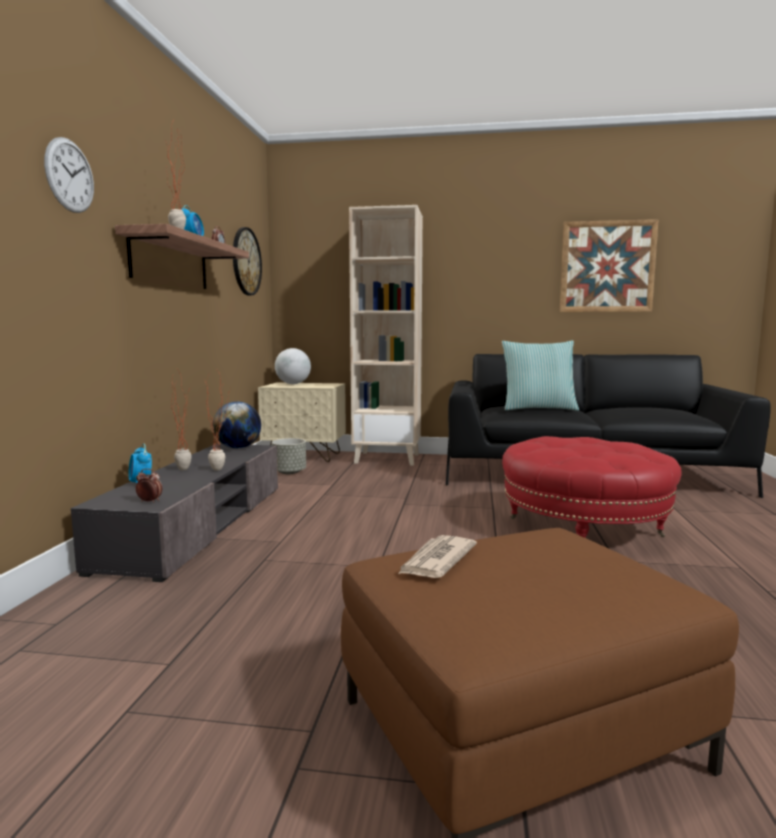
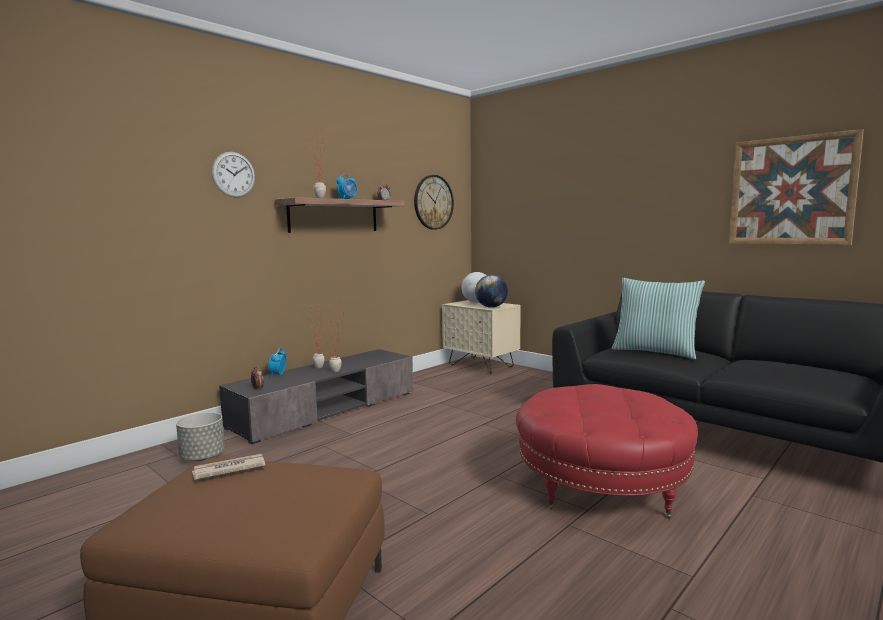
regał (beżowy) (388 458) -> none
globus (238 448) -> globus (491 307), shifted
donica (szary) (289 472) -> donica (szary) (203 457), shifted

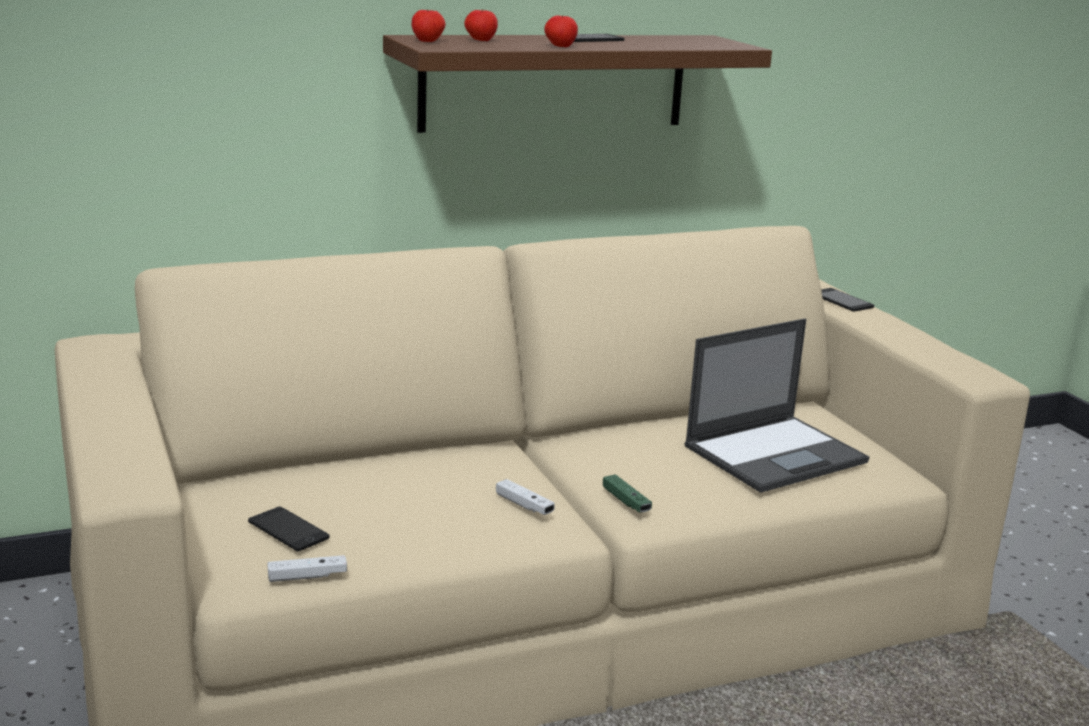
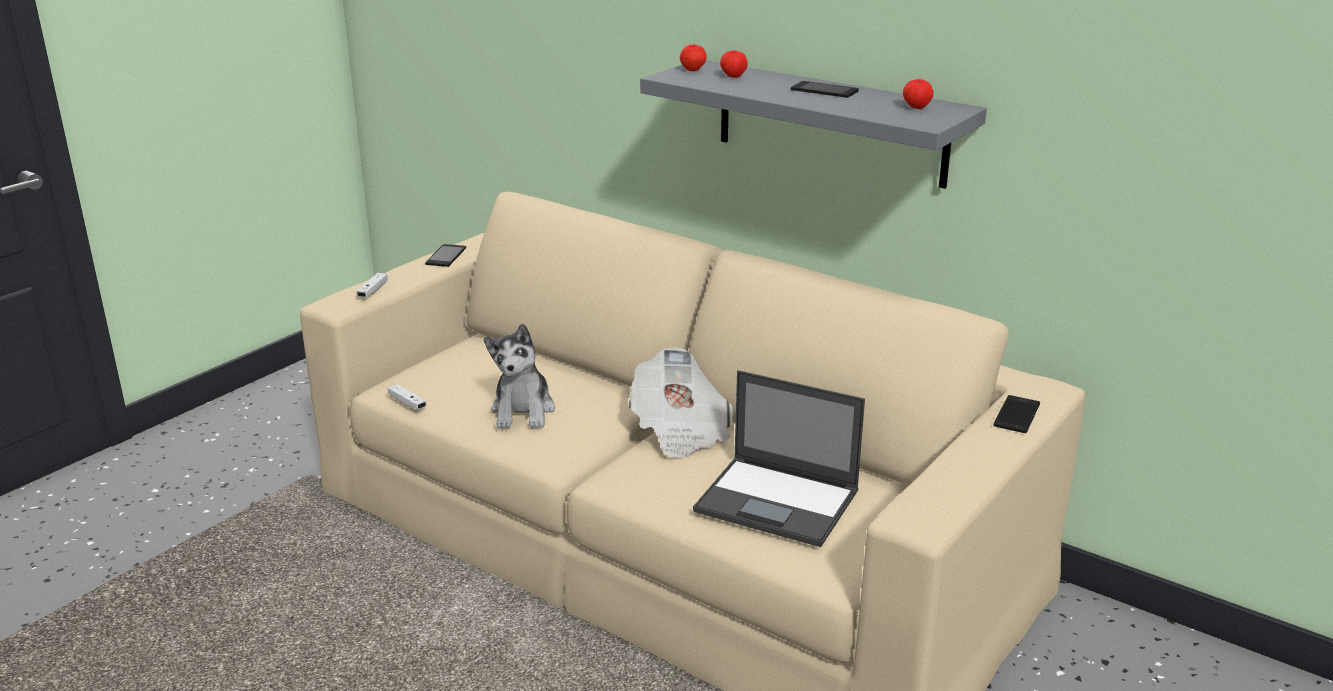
pad do gier (zielony) (626 501) -> none
none -> pluszak (523 411)
none -> gazeta (681 429)
telefon (288 530) -> telefon (446 256), shifted
pad do gier (biały) (524 505) -> pad do gier (biały) (373 291), shifted
jabłko (560 46) -> jabłko (916 107), shifted
półka (brązowy) (554 82) -> półka (szary) (830 122)

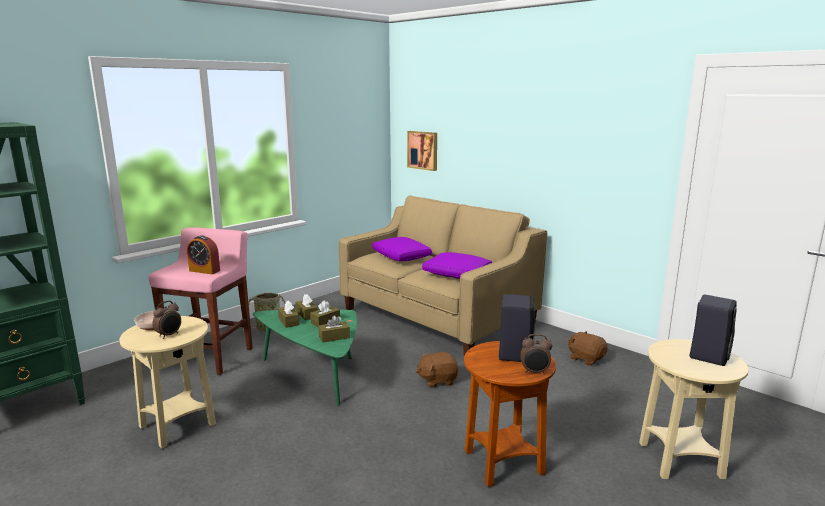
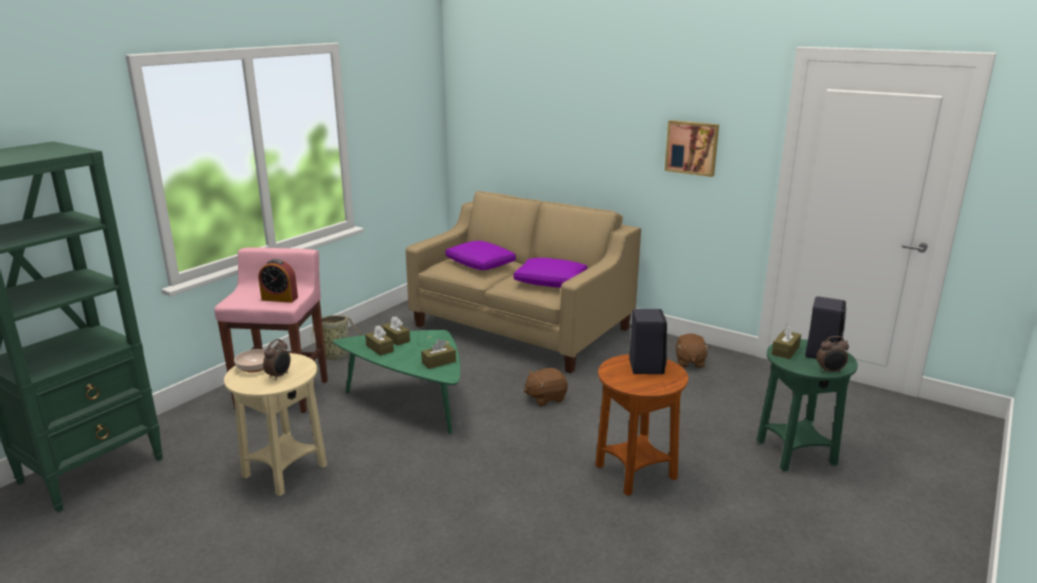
pudełko chusteczek (brązowy) (325 321) -> pudełko chusteczek (brązowy) (785 351), shifted
obraz (423 150) -> obraz (692 147), shifted
budzik (534 372) -> budzik (830 371), shifted
stolik (beżowy) (680 460) -> stolik (zielony) (795 453)
pluszak (brązowy) (586 359) -> pluszak (brązowy) (689 362), 120 degrees counterclockwise

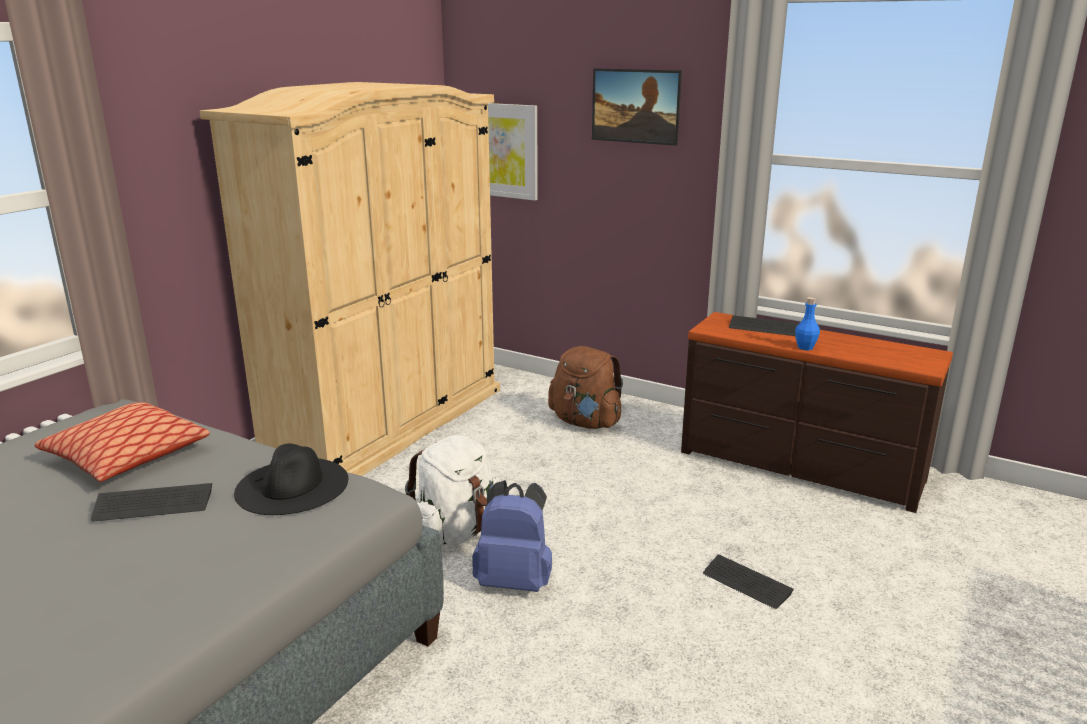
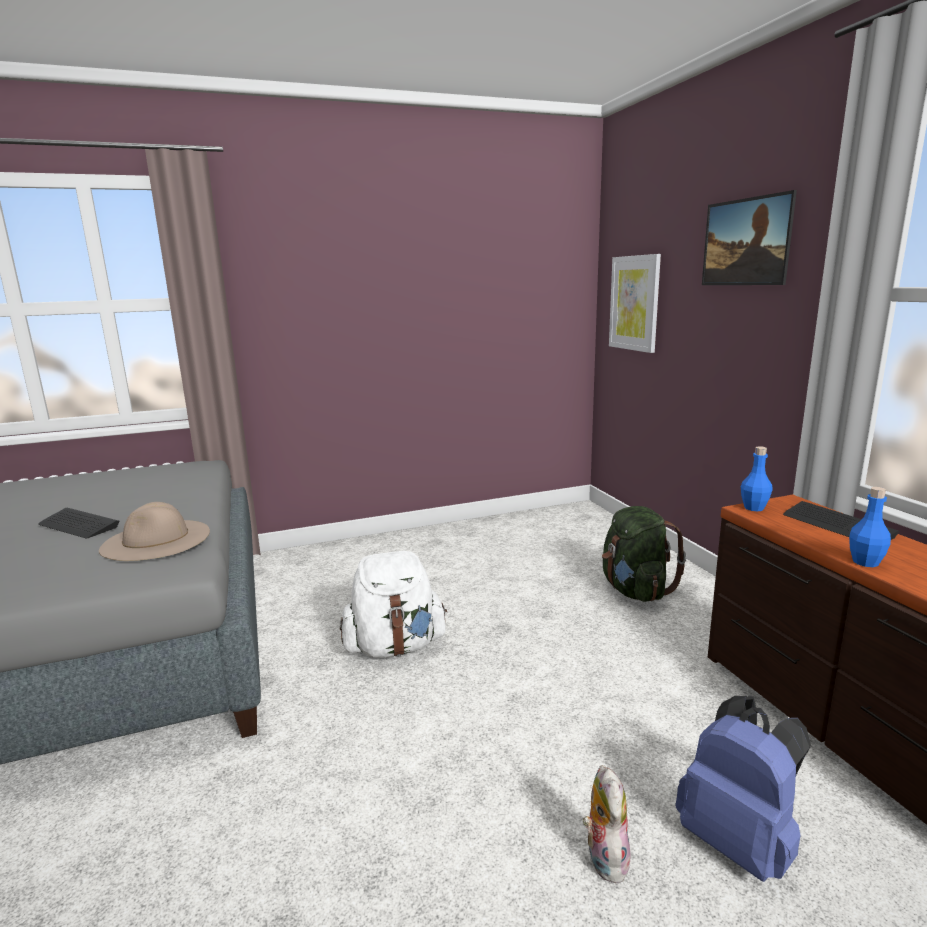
poduszka (128 456) -> none
szafa (beżowy) (387 425) -> none
none -> butelka (niebieski) (754 508)
plecak (niebieski) (515 581) -> plecak (niebieski) (738 841), shifted
klawiatura (746 583) -> pluszak (604 857)
kapelusz (czarny) (292 485) -> kapelusz (beżowy) (156 540)
plecak (brązowy) (585 422) -> plecak (zielony) (635 590)

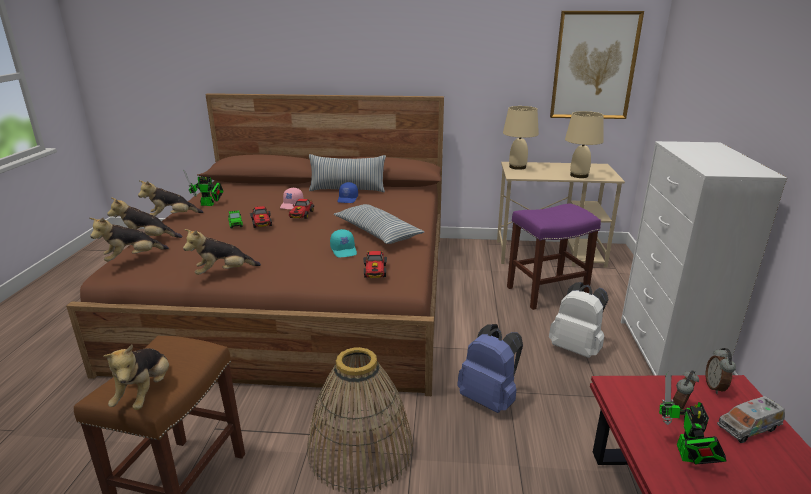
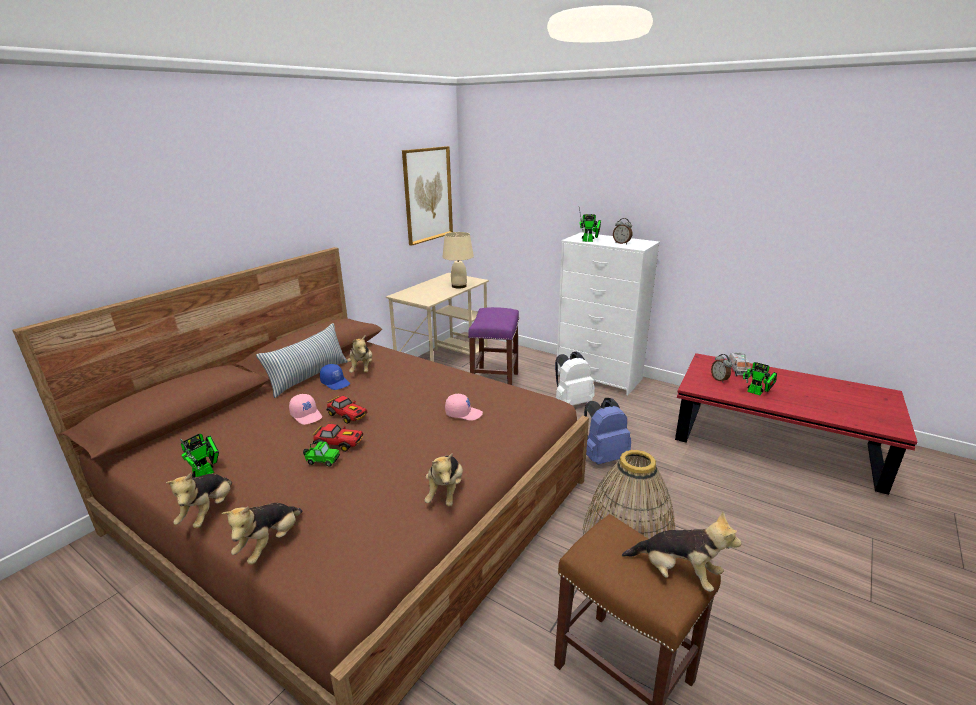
poduszka (377 233) -> none
samochodzik (375 272) -> none
lampa stołowa (beżowy) (517 167) -> none
none -> robot zabawkowy (589 241)
pluszak (132 258) -> pluszak (362 369), shifted
budzik (715 387) -> budzik (621 243), shifted
czapka z daszkiem (turkusowy) (344 250) -> czapka z daszkiem (różowy) (463 413)

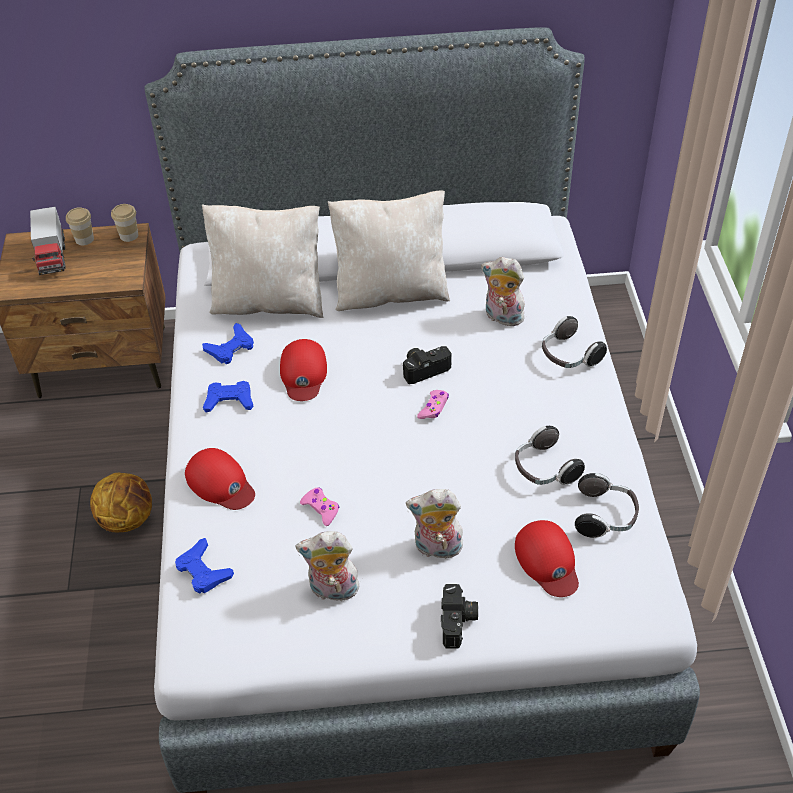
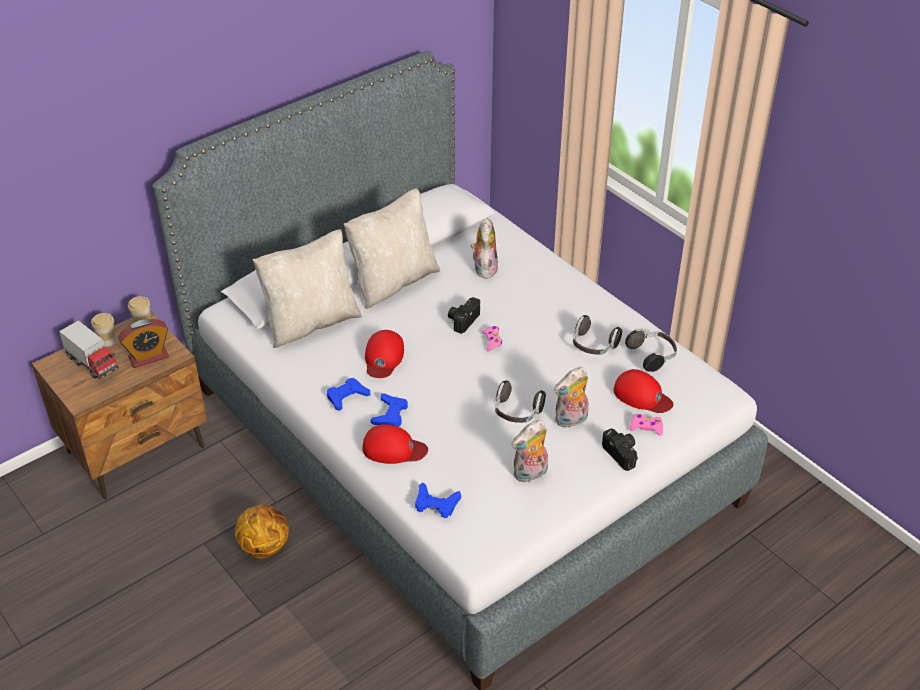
none -> budzik (148 357)
pad do gier (niebieski) (230 348) -> pad do gier (niebieski) (390 414), shifted
pad do gier (różowy) (321 509) -> pad do gier (różowy) (646 427), shifted
słuchawki (569 356) -> słuchawki (517 413), shifted
czapka z daszkiem (czerwony) (303 374) -> czapka z daszkiem (czerwony) (383 357), 45 degrees clockwise
pluszak (502 318) -> pluszak (484 268), 105 degrees clockwise

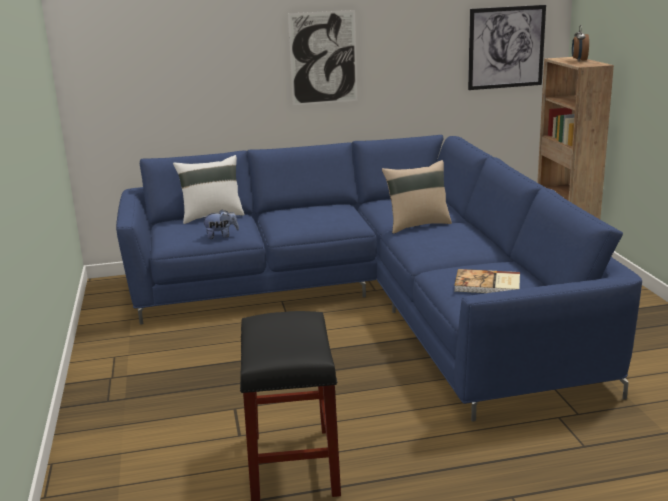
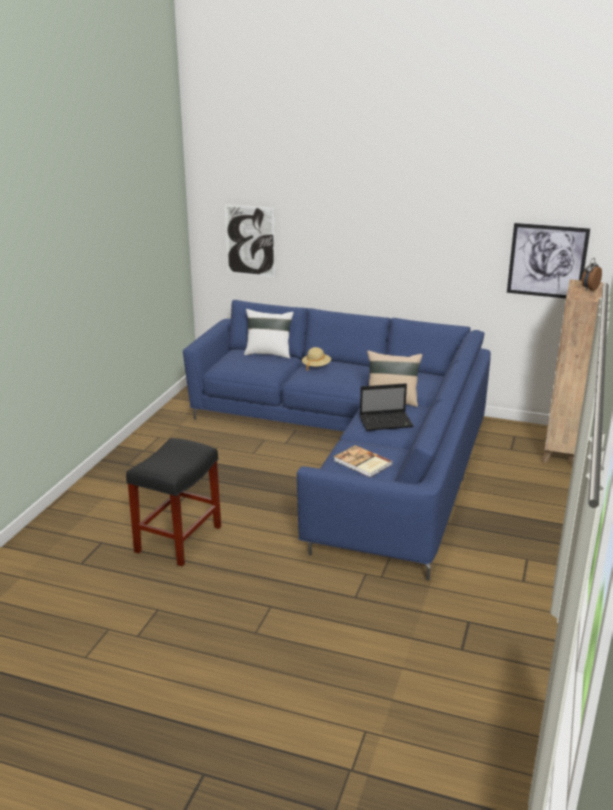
pluszak (221 236) -> none
none -> kapelusz (beżowy) (316 366)
none -> laptop (387 422)
obraz (323 58) -> obraz (250 241), shifted

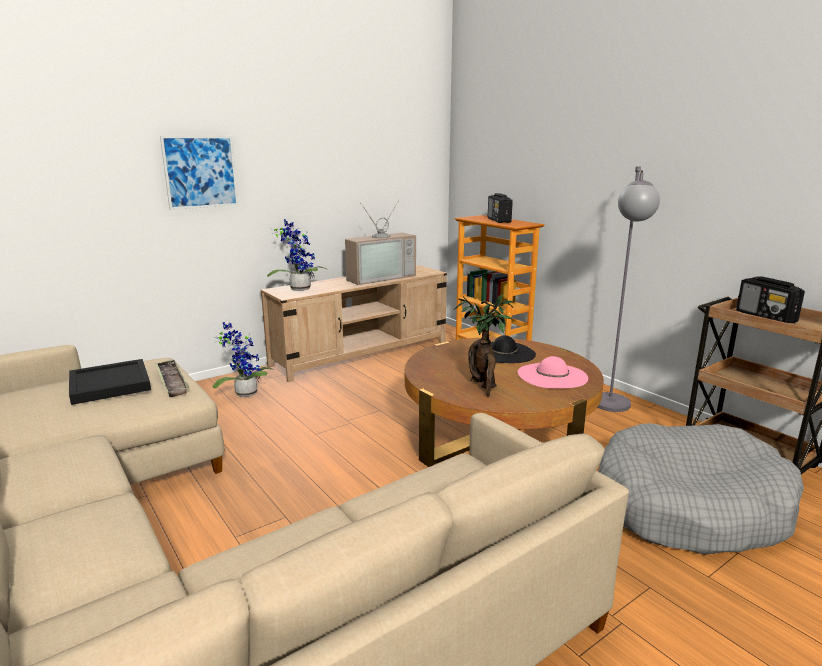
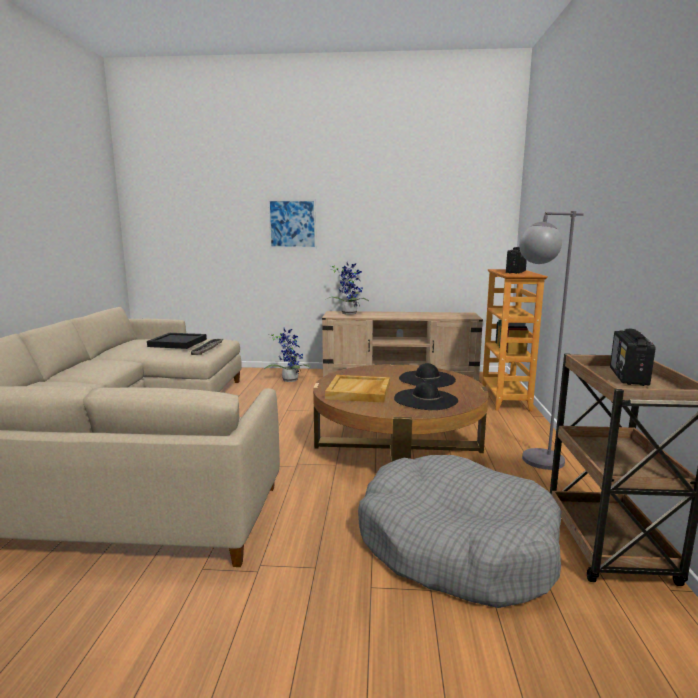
telewizor (379 277) -> none
roślina doniczkowa (483 386) -> taca (beżowy) (359 391)
kapelusz (różowy) (552 375) -> kapelusz (czarny) (425 399)

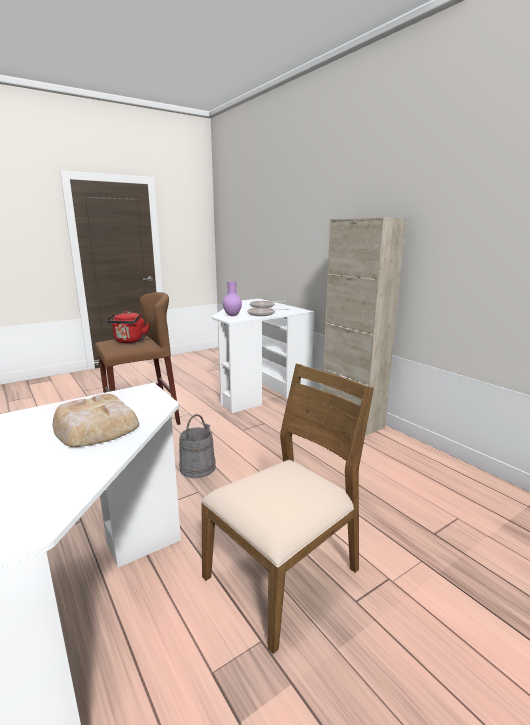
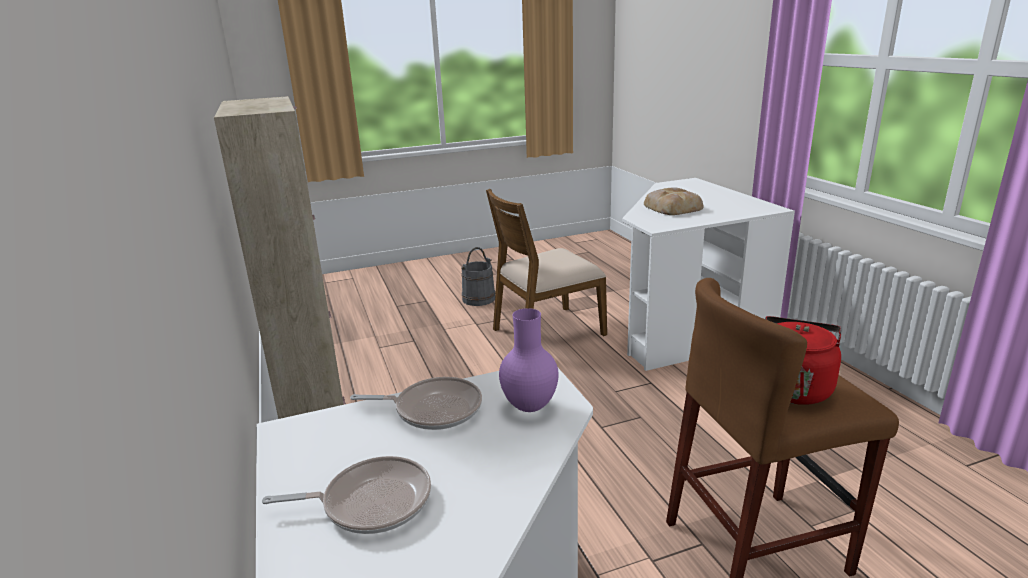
wiadro (szary) (197 468) -> wiadro (szary) (479 299), shifted

